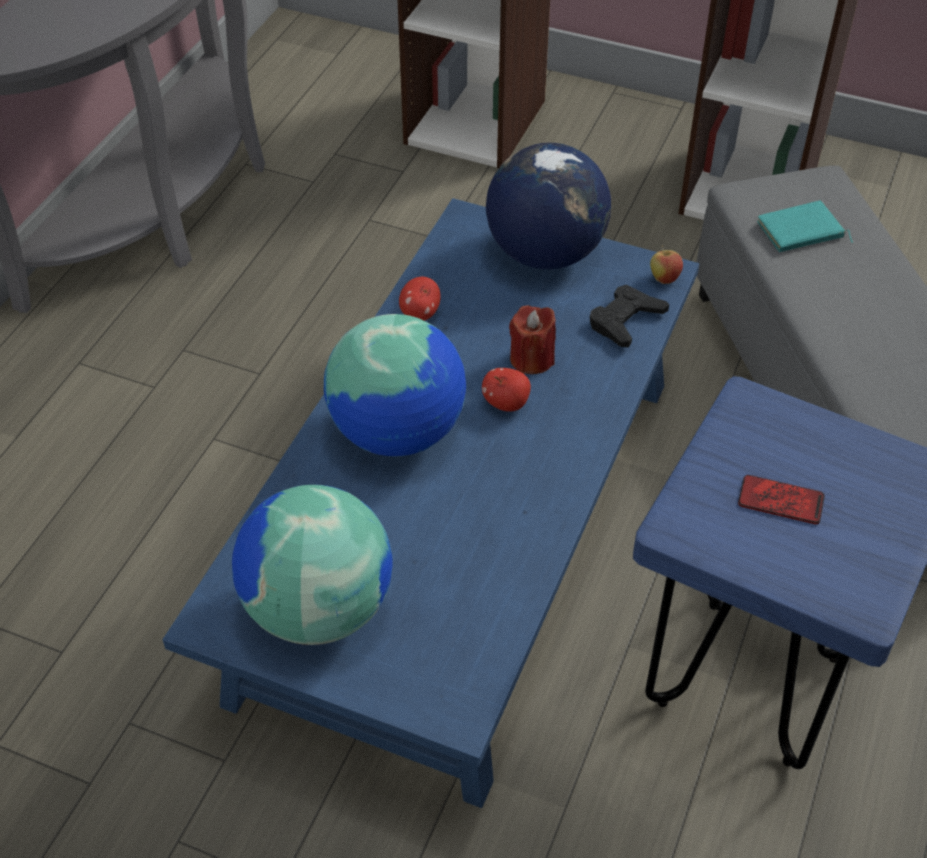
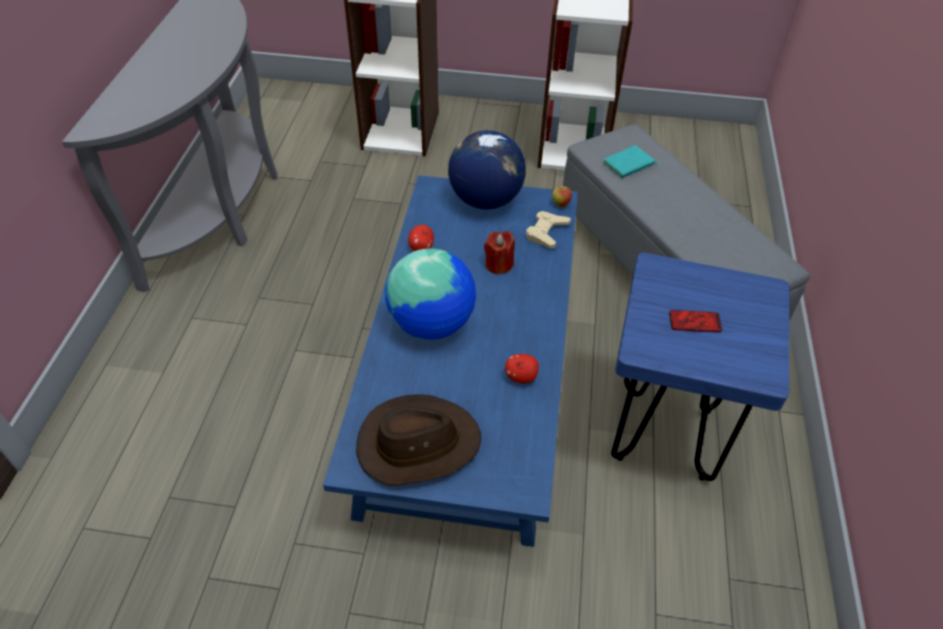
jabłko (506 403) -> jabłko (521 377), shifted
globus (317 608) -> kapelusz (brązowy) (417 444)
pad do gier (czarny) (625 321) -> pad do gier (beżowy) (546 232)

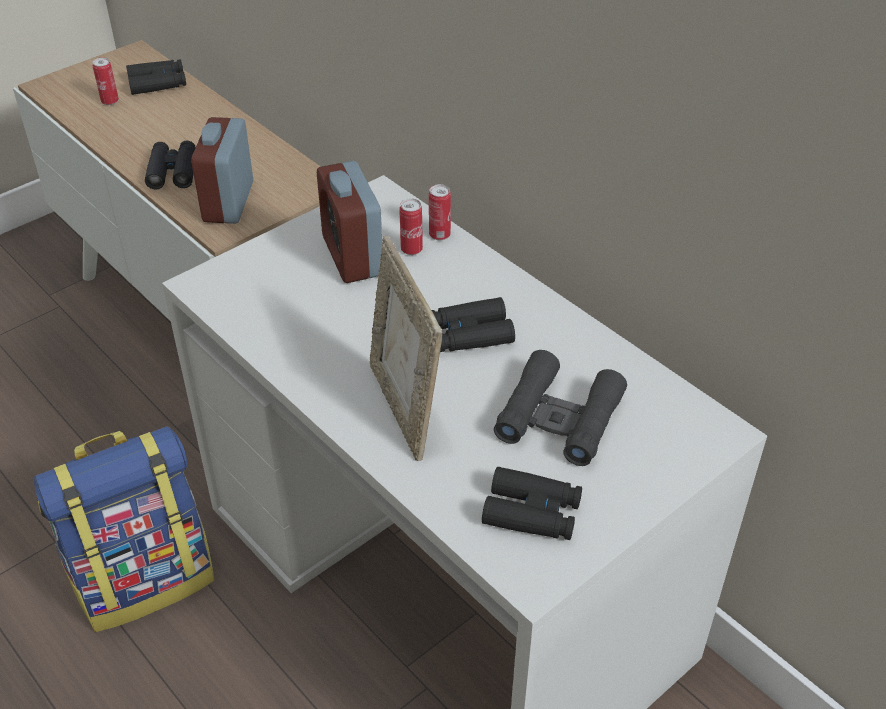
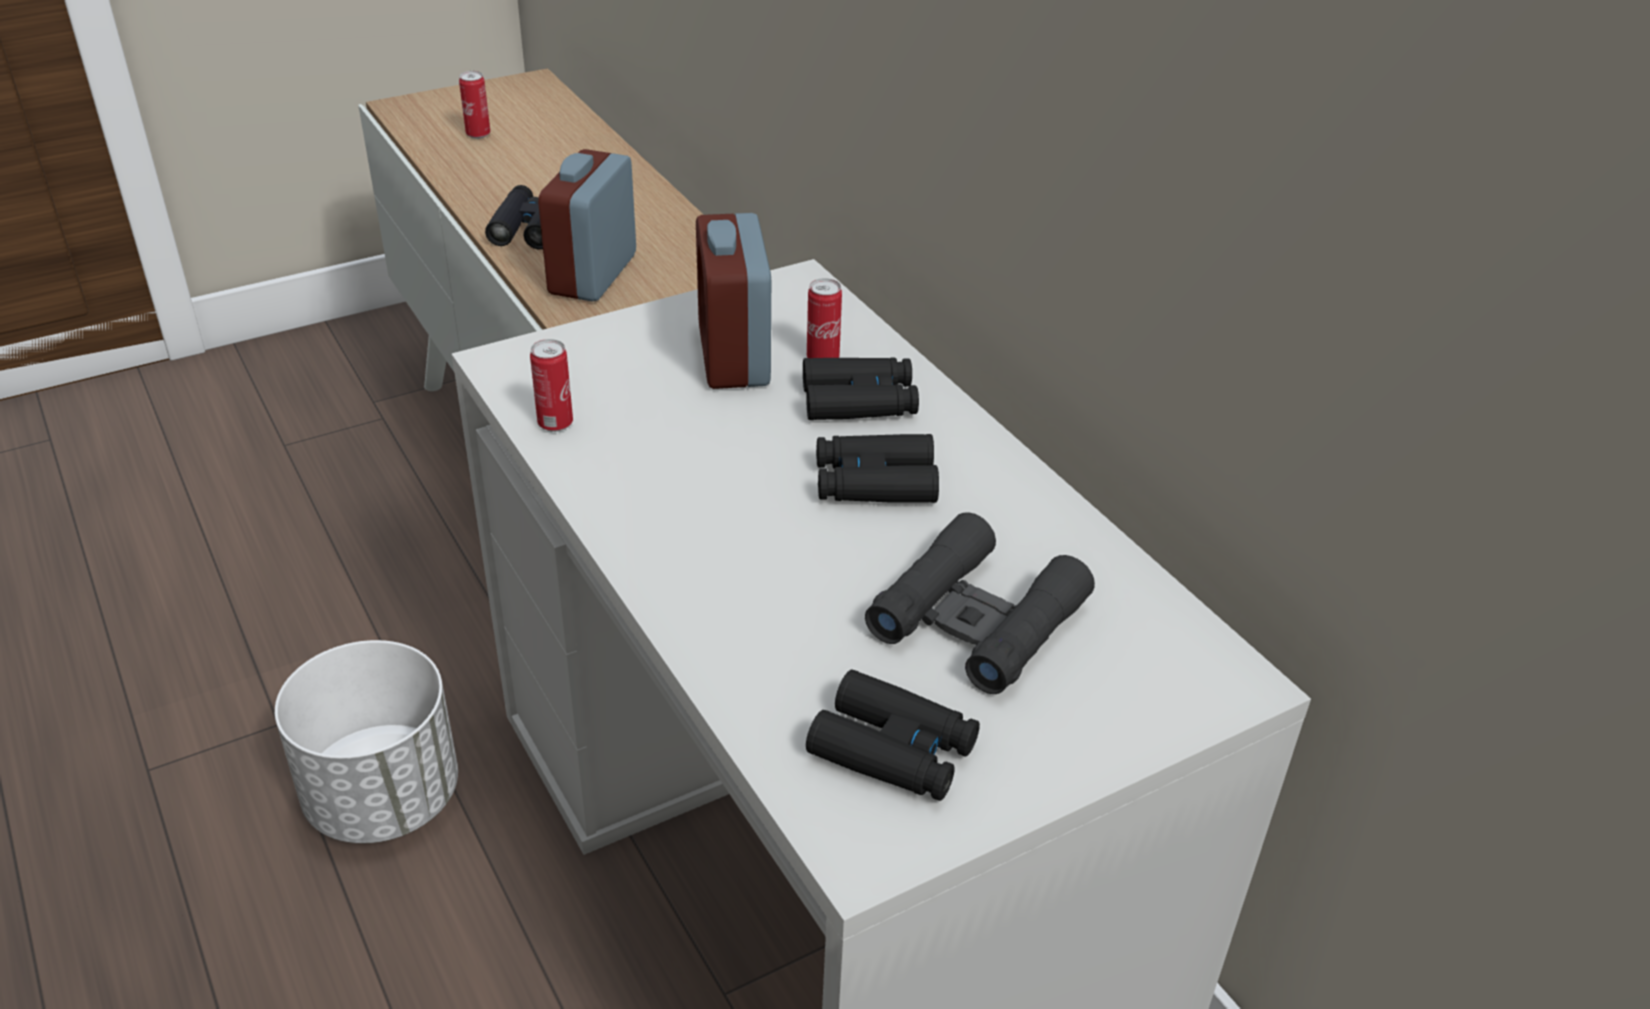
ramka na zdjęcie (404 408) -> none
lornetka (czarny) (158 83) -> lornetka (czarny) (859 401), shifted
puszka (439 235) -> puszka (555 424), shifted
plecak (145 578) -> donica (biały) (384 797)

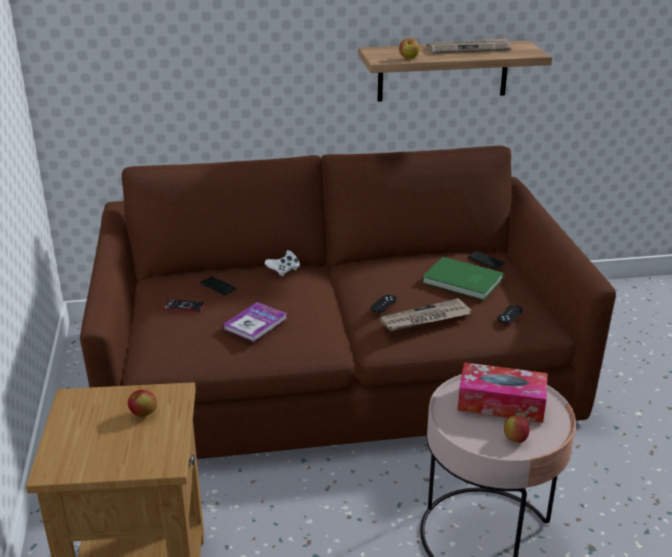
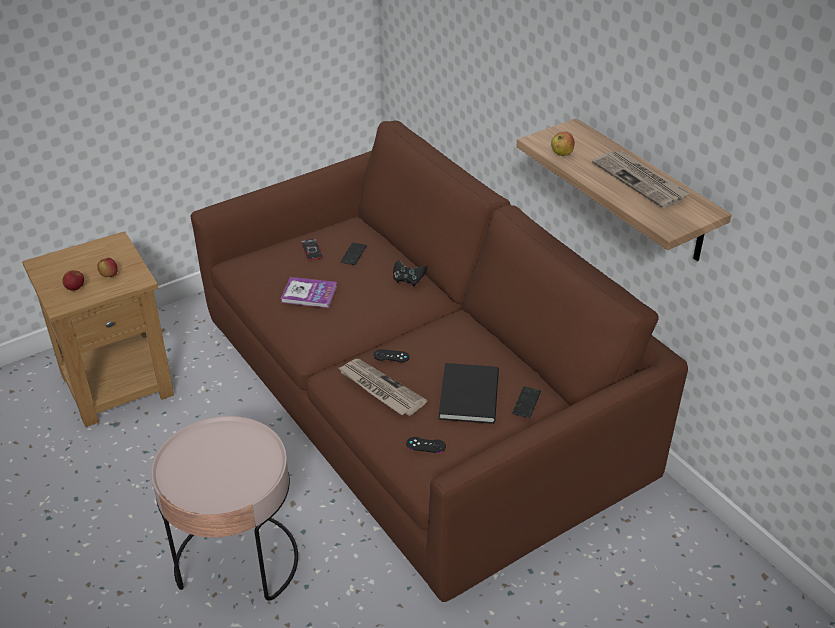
pudełko chusteczek (501 403) -> none
jabłko (515 439) -> jabłko (75 288), shifted
pad do gier (biały) (284 270) -> pad do gier (czarny) (408 280)
książka (zielony) (462 281) -> książka (czarny) (466 396)

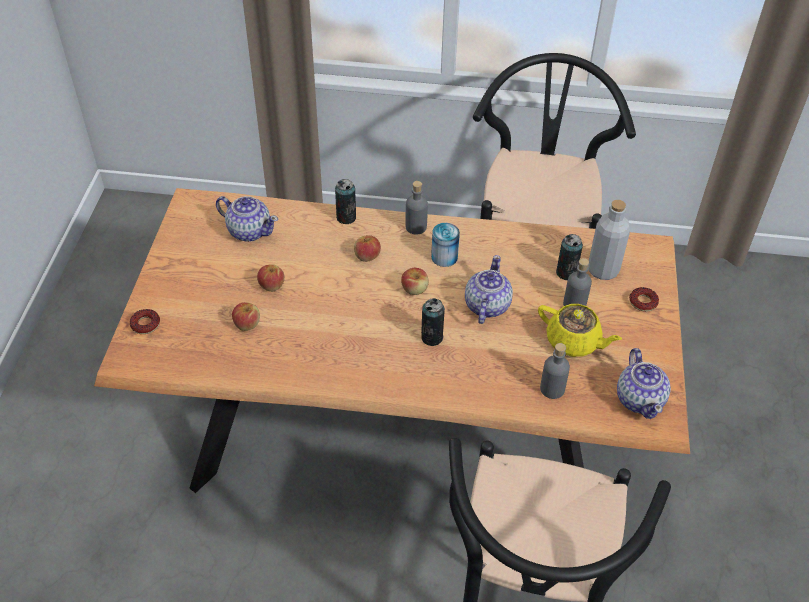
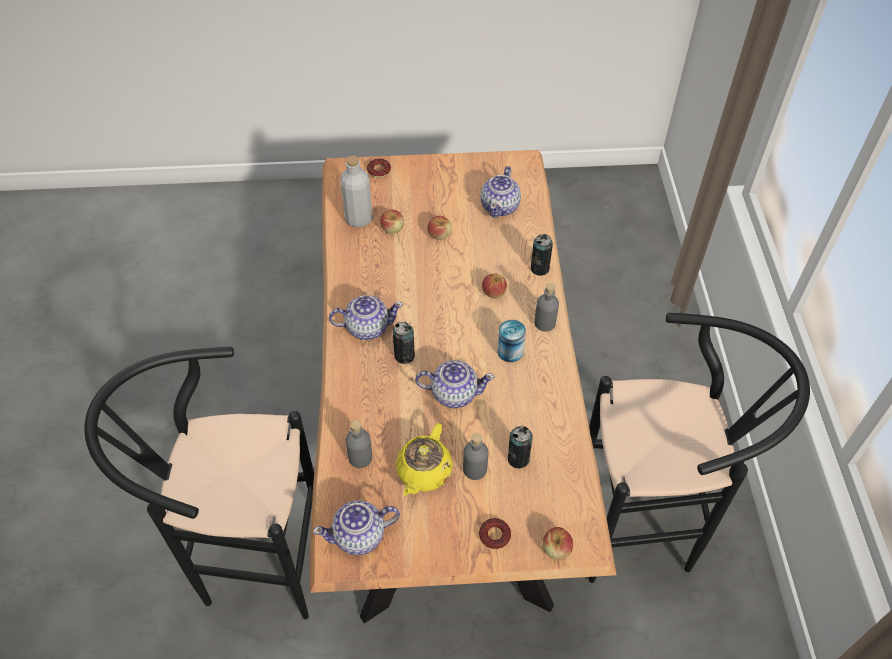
none -> imbryk (367 327)
jabłko (415 289) -> jabłko (556 549), shifted
butelka (szary) (603 270) -> butelka (szary) (359 218), shifted

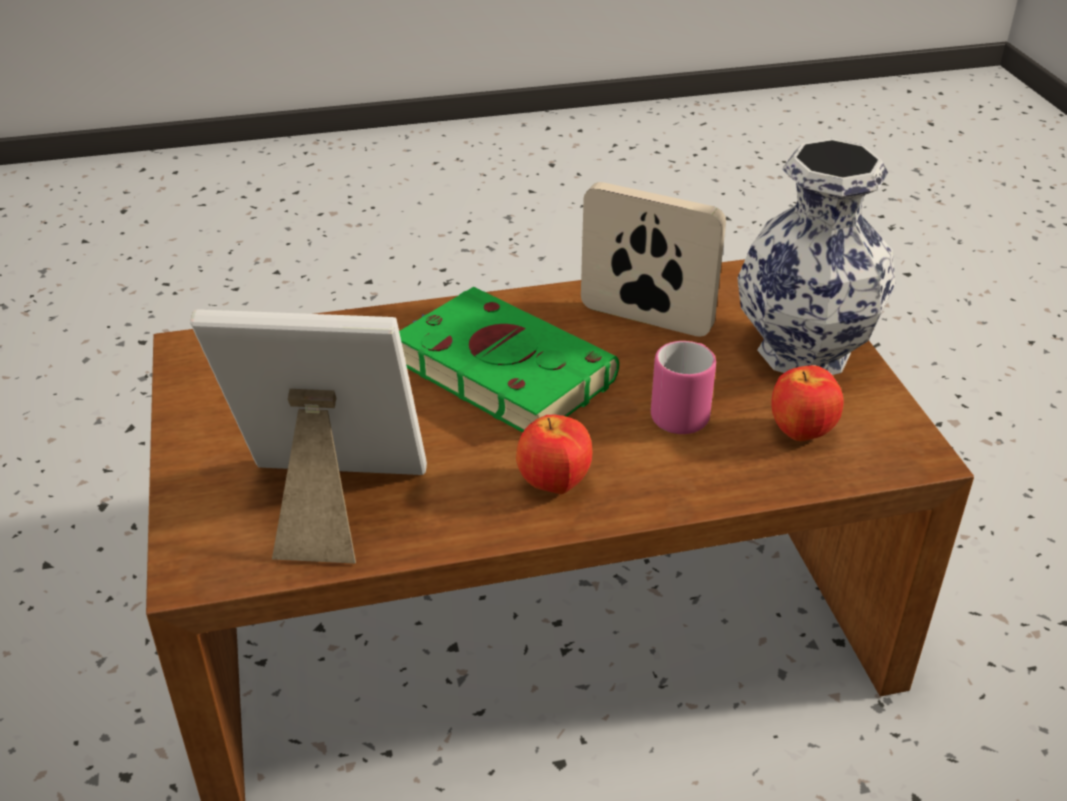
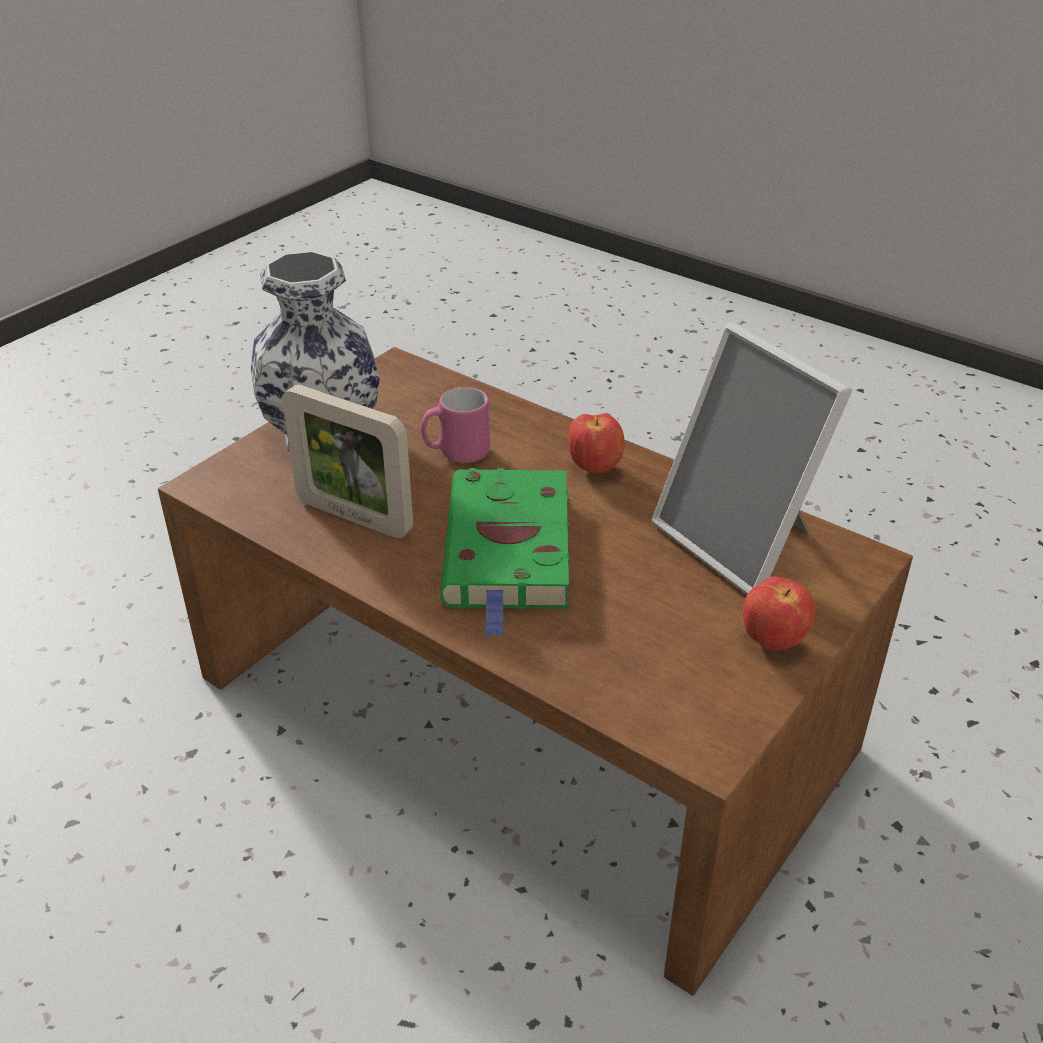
jabłko (801 434) -> jabłko (773 641), shifted
ramka na zdjęcie (646 319) -> ramka na zdjęcie (354 517), 45 degrees counterclockwise

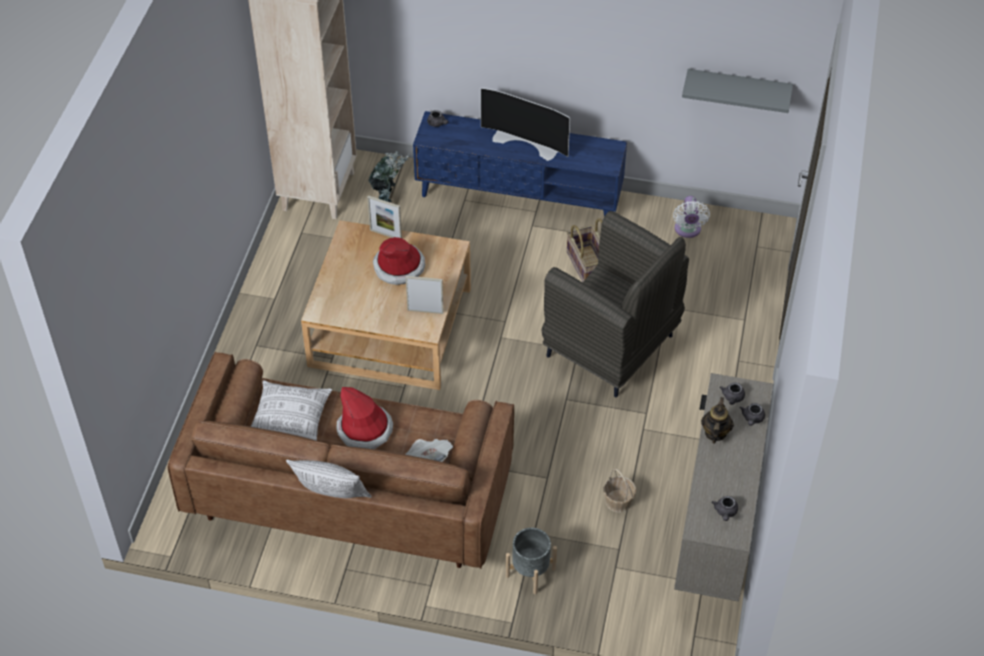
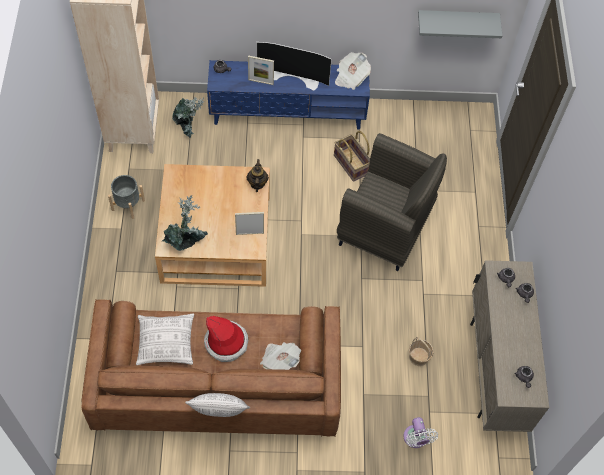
kapelusz (399 266) -> none
none -> roślina doniczkowa (186 241)
none -> gazeta (351 77)
ramka na zdjęcie (386 234) -> ramka na zdjęcie (261 82), shifted
donica (szary) (531 572) -> donica (szary) (128 205), shifted
wentylator (biały) (687 230) -> wentylator (biały) (415 439), shifted
imbryk (715 433) -> imbryk (257 183), shifted

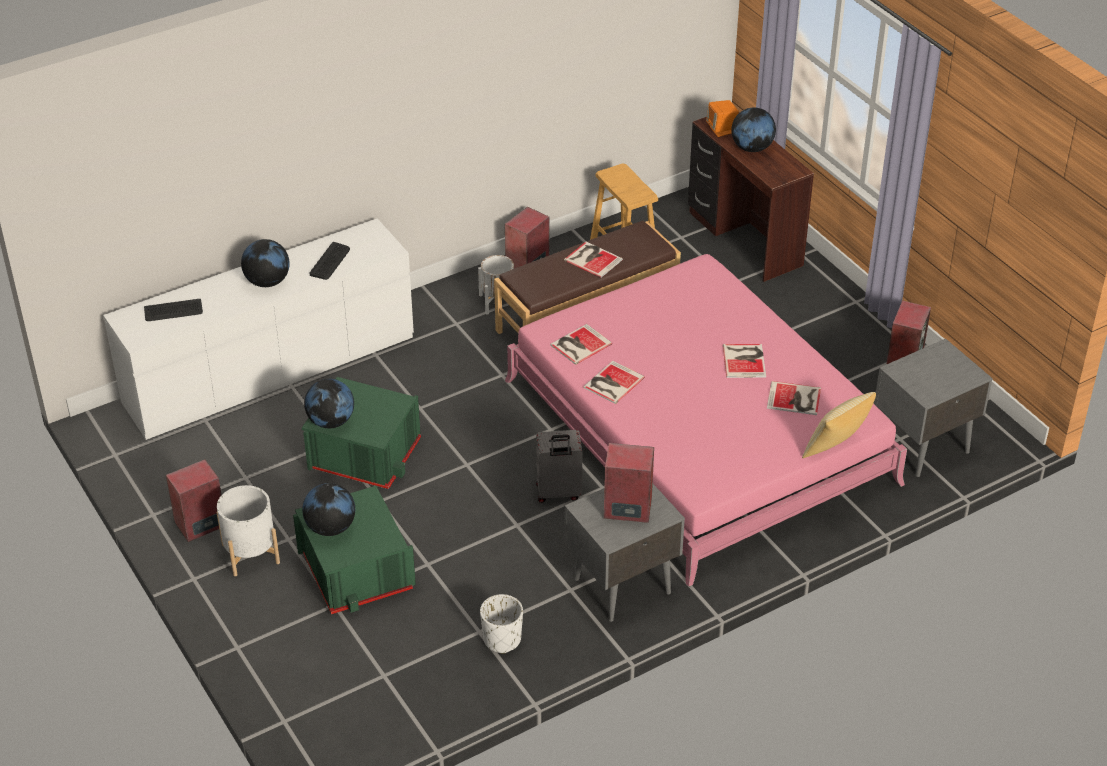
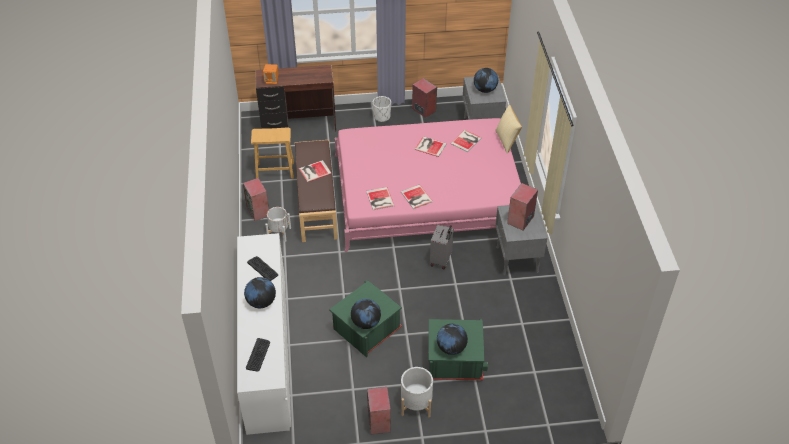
donica (biały) (502 639) -> donica (biały) (382 117), shifted
globus (751 148) -> globus (485 90), shifted

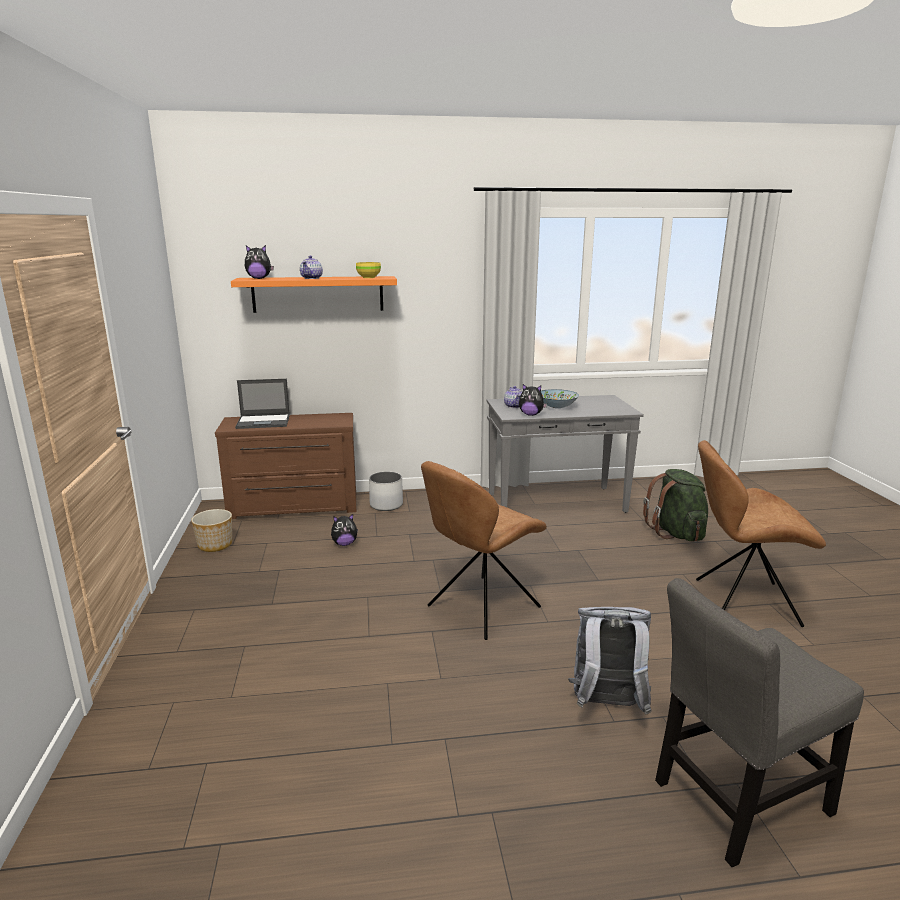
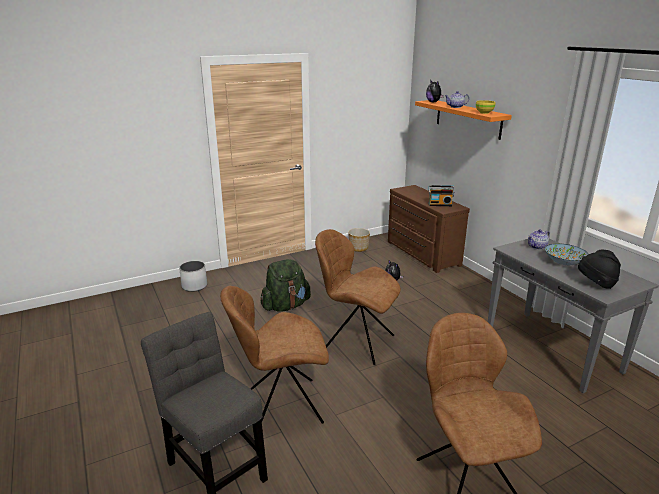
laptop (264 422) -> none
pluszak (531 414) -> none
none -> radio (440 204)
none -> kapelusz (czarny) (595 284)
donica (biały) (386 505) -> donica (biały) (194 286), shifted
plecak (zielony) (676 533) -> plecak (zielony) (286 306), shifted
plecak (szary) (606 706) -> krzesło (brązowy) (282 406)

